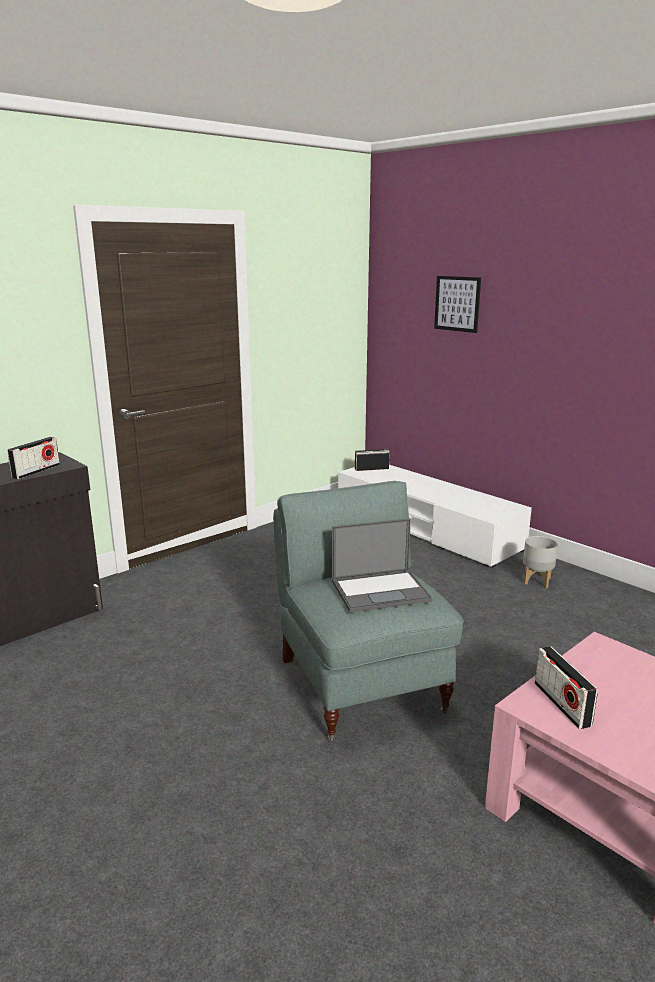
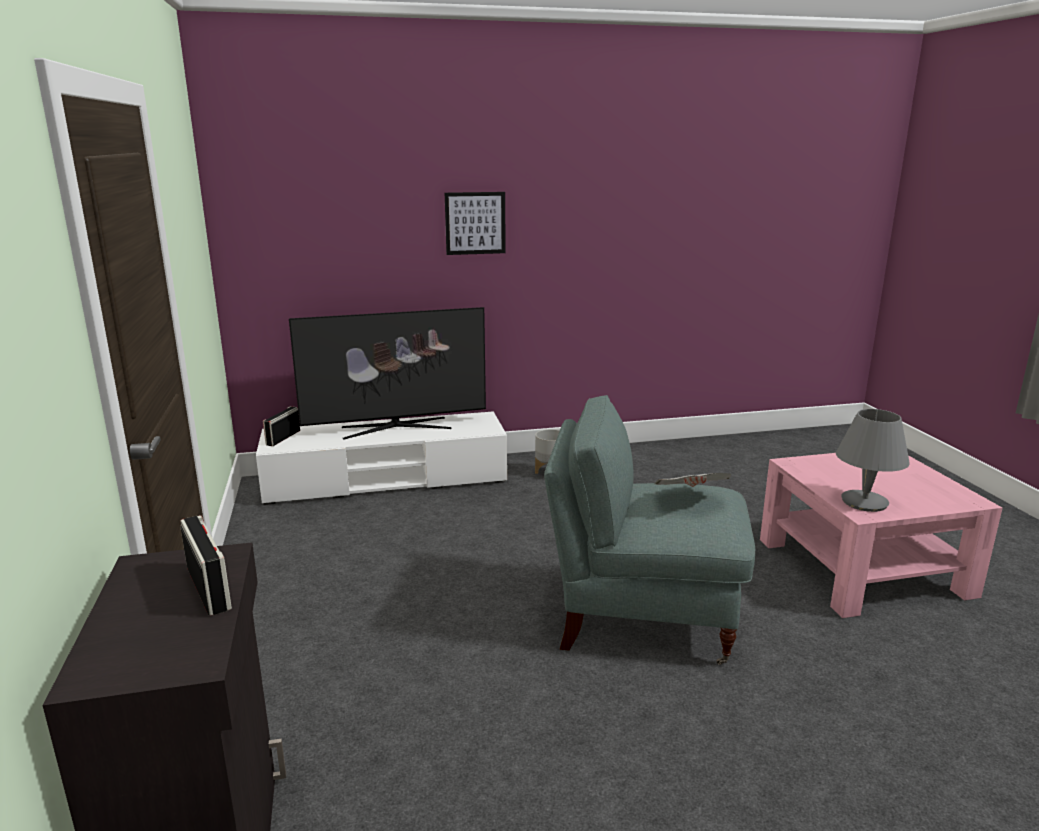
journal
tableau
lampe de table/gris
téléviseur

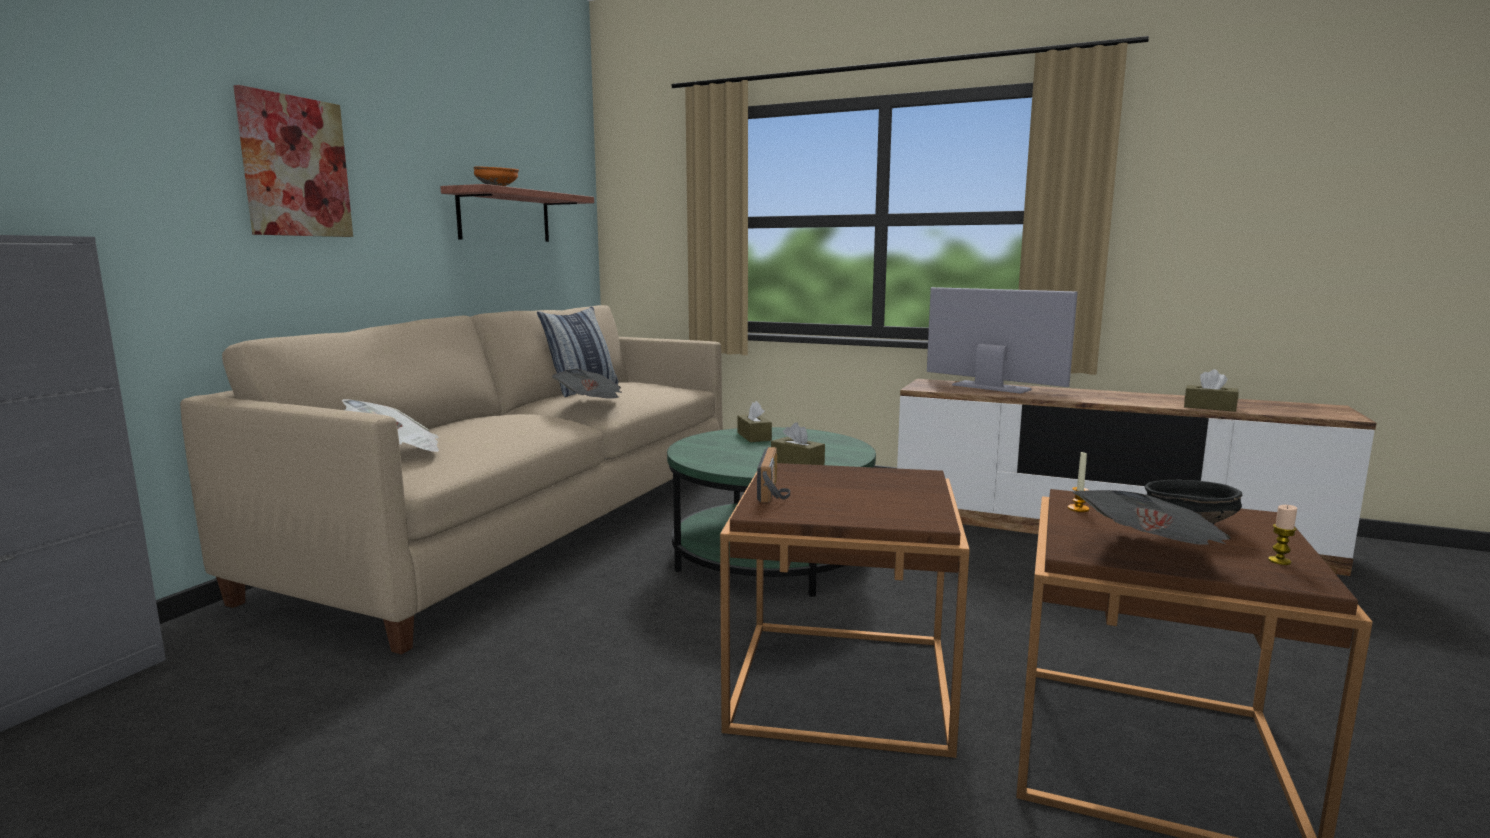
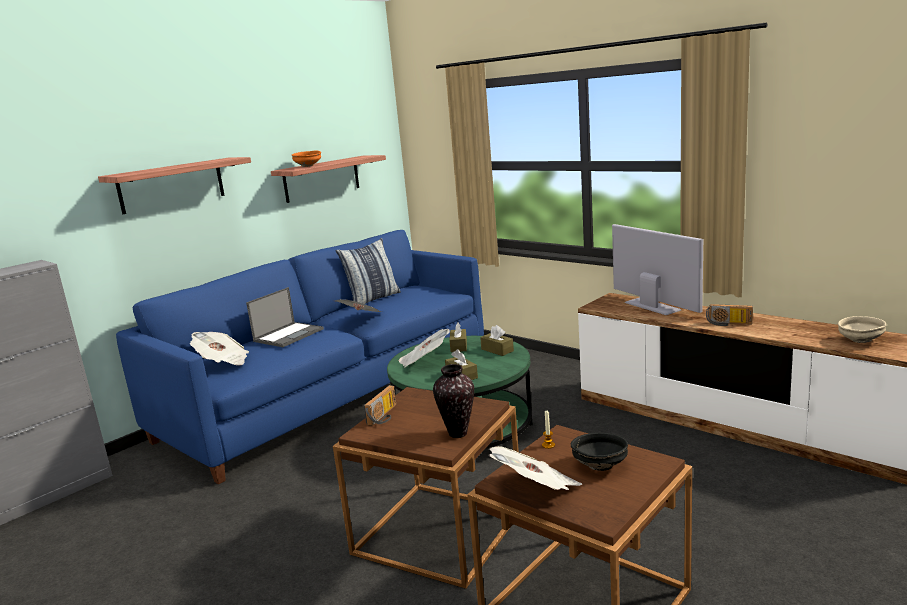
canapé/bleu
étagère (1st from left)
boîte à mouchoirs/marron (3rd from left)
bougie (2nd from left in the first image)
ordinateur portable
journal (3rd from left)
vase
radio (2nd from left)
bol/beige

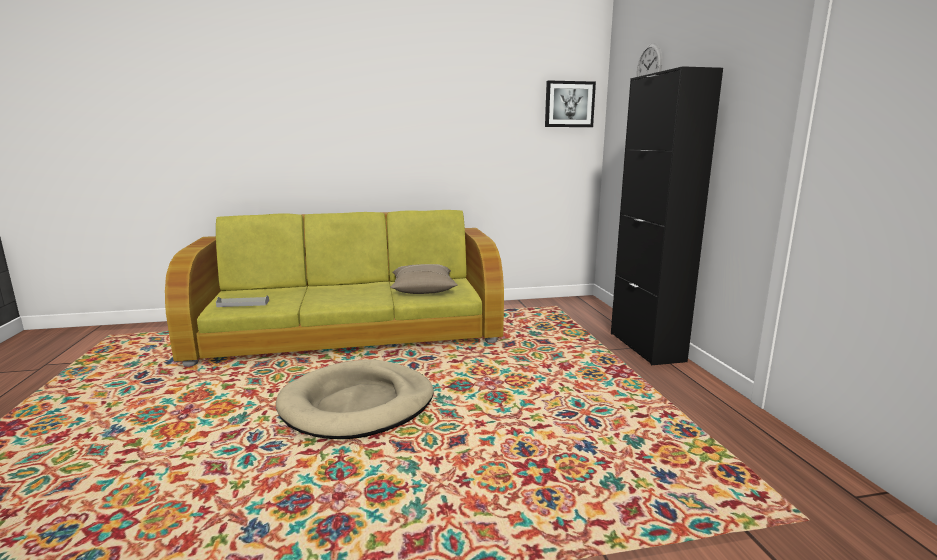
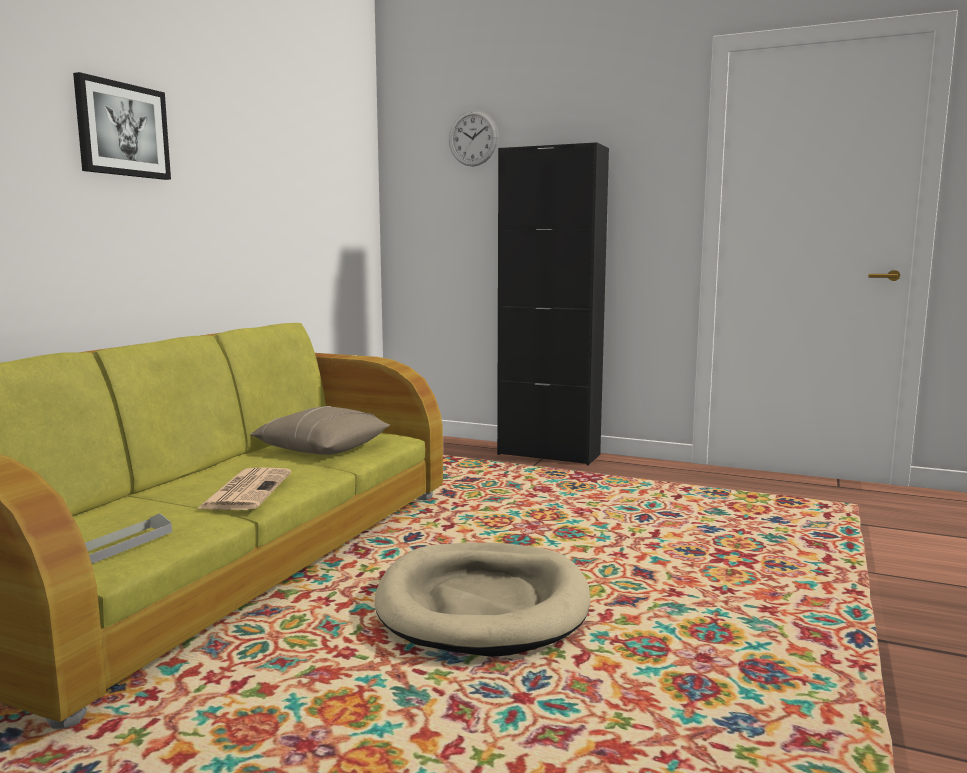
tableau
journal

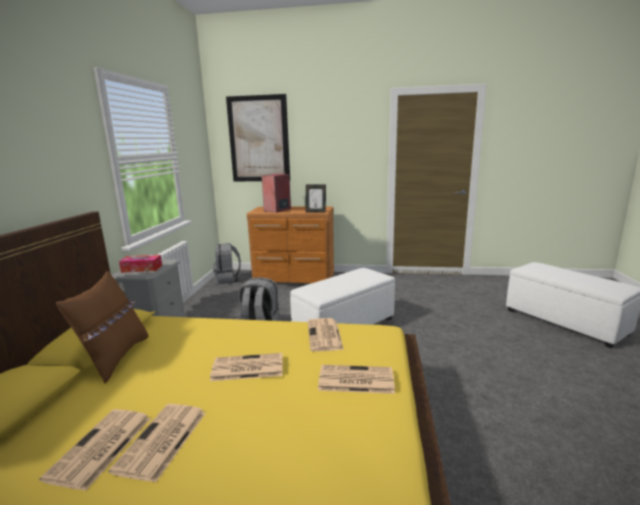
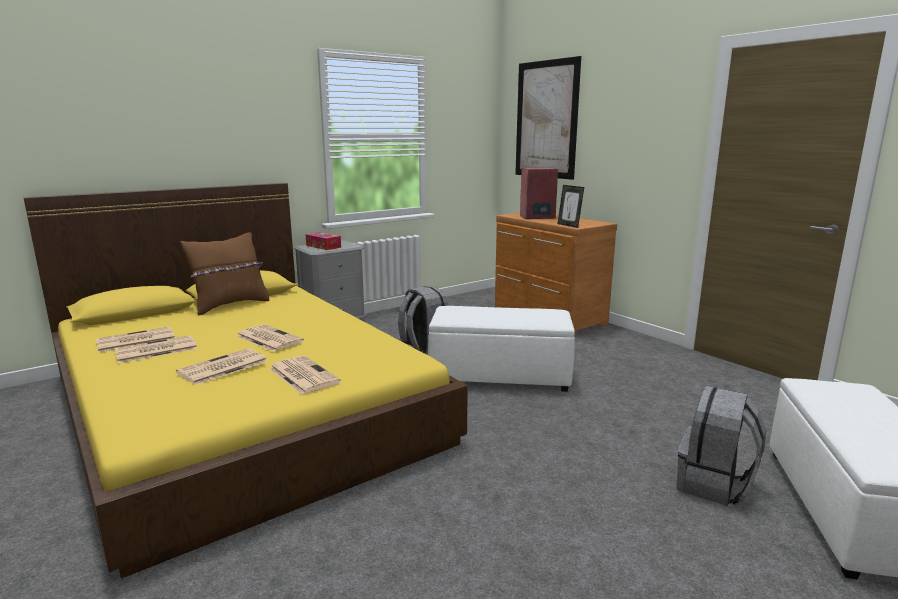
sac à dos/gris (2nd from left)
journal (3rd from left)

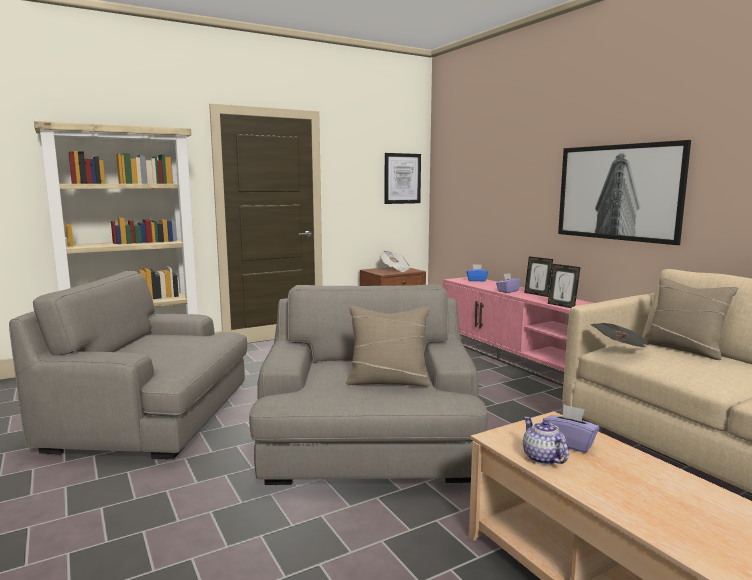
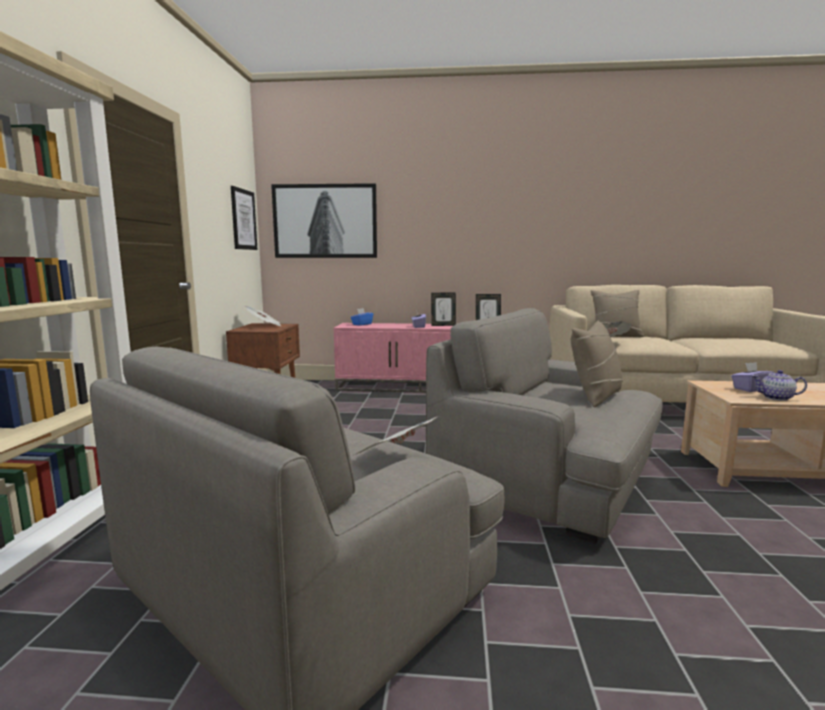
tableau (2nd from left)
journal (2nd from left)

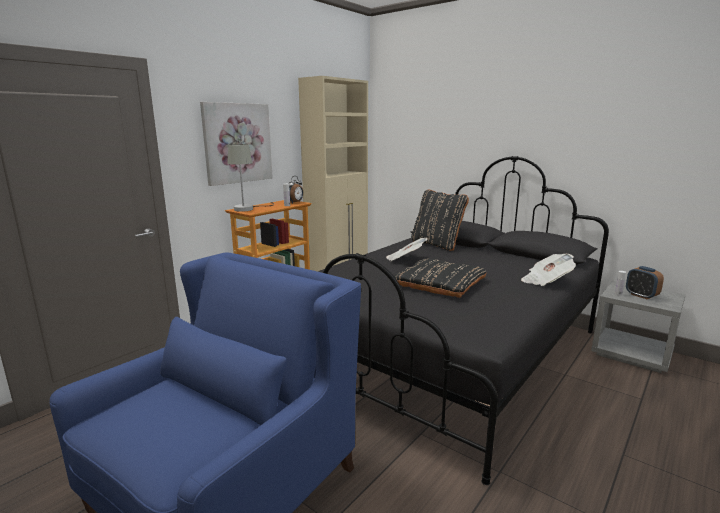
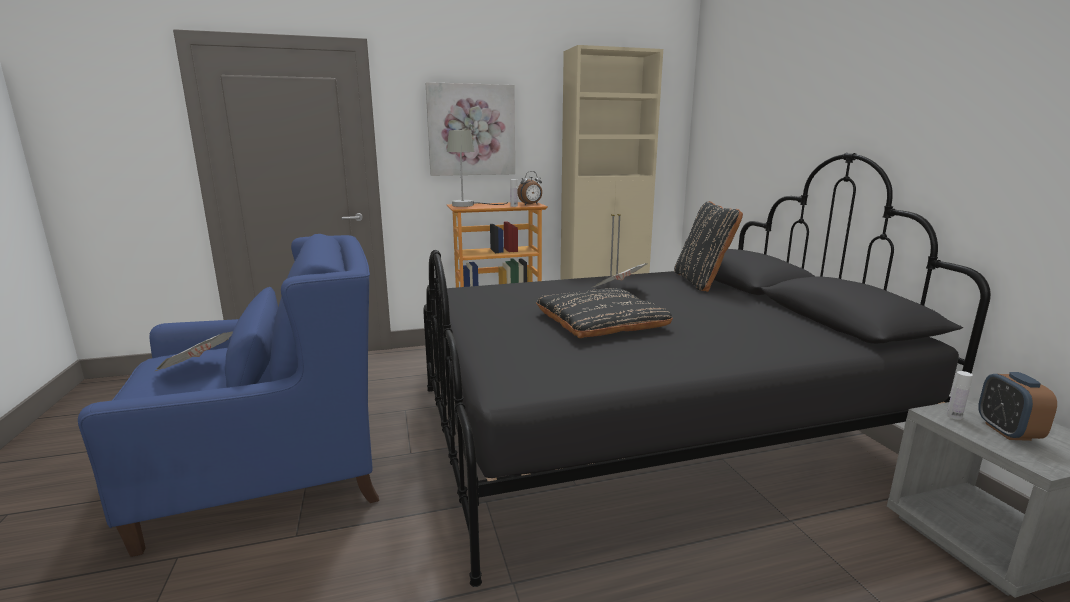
journal (1st from left)

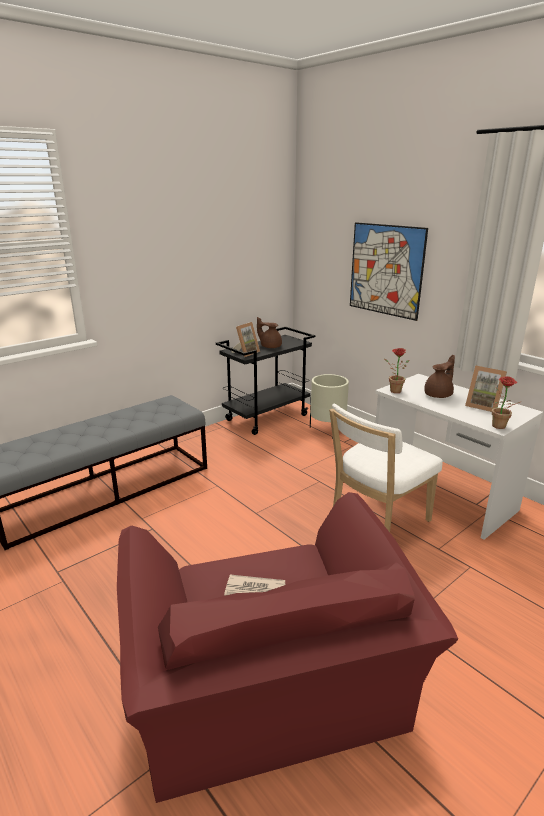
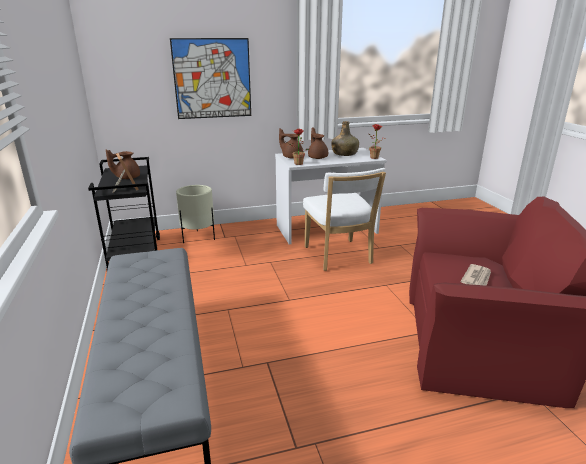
bouteille/vert
théière/marron (2nd from left)

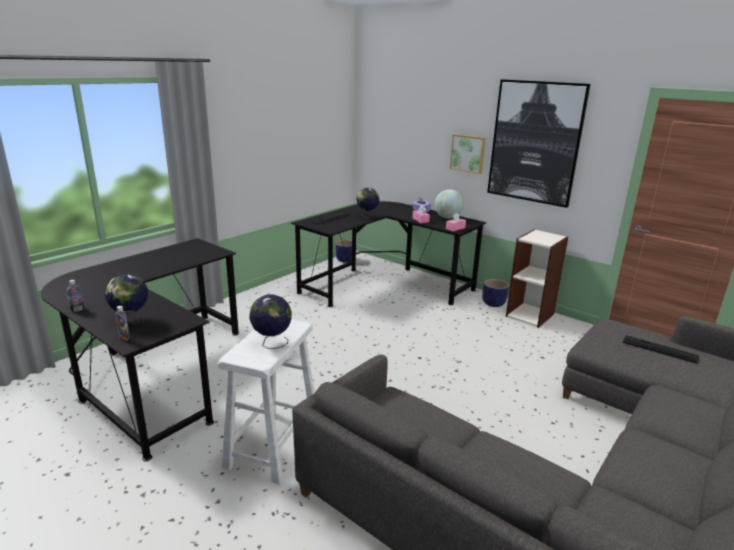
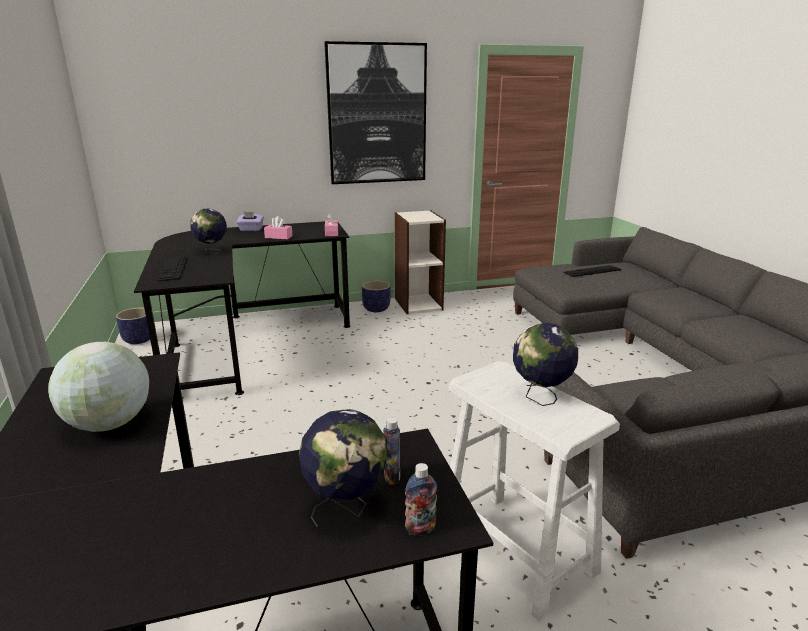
bouteille (1st from left)
globe (1st from left)
tableau (1st from left in the first image)

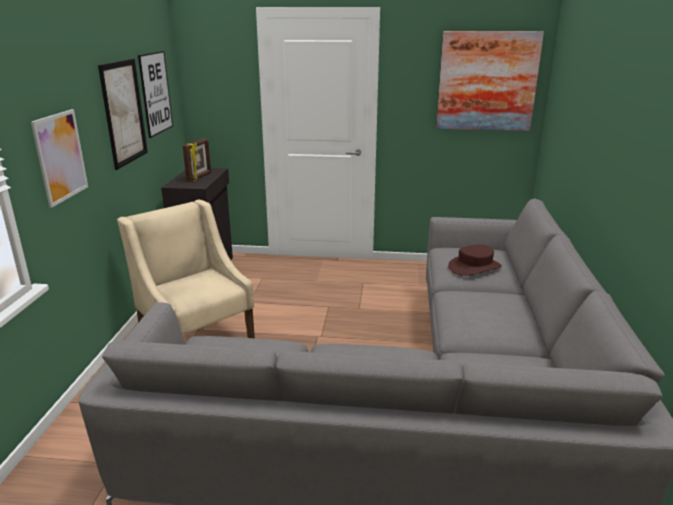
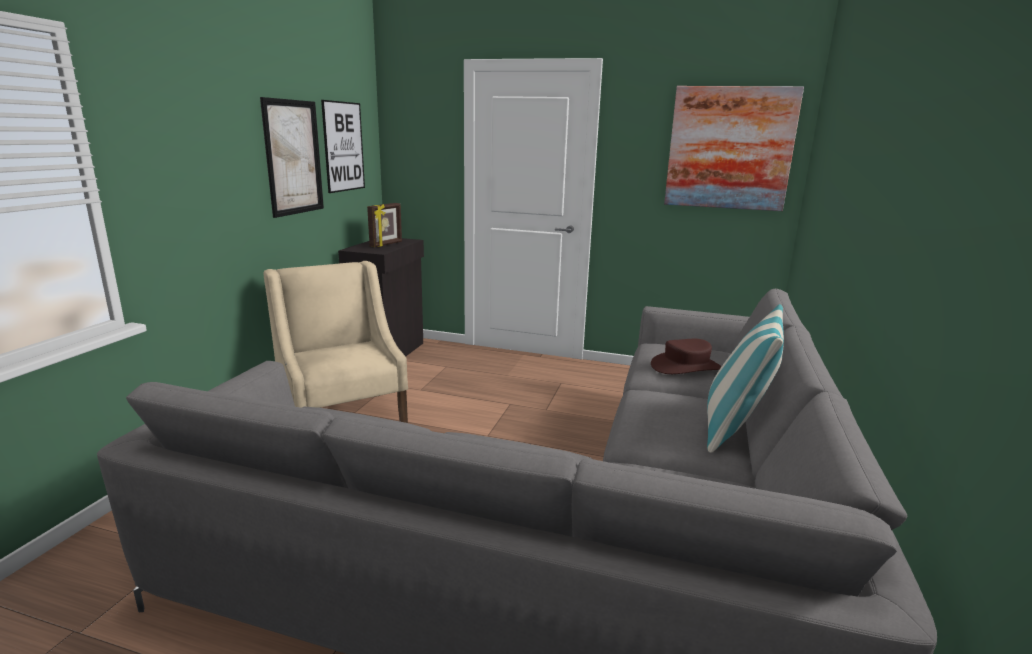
tableau (1st from left in the first image)
coussin

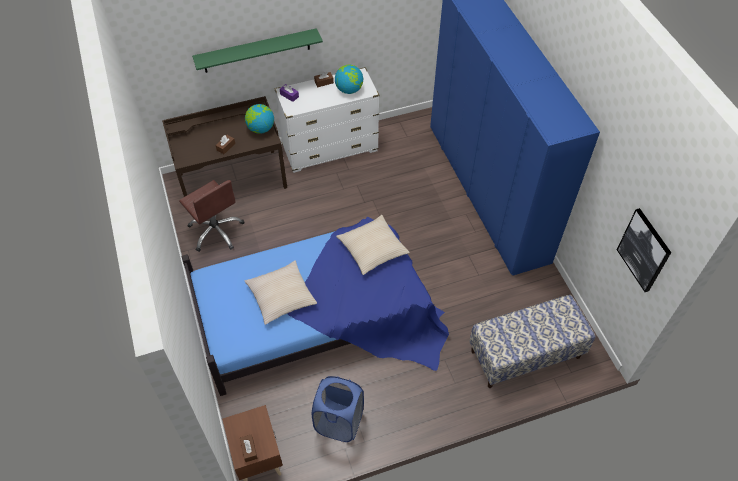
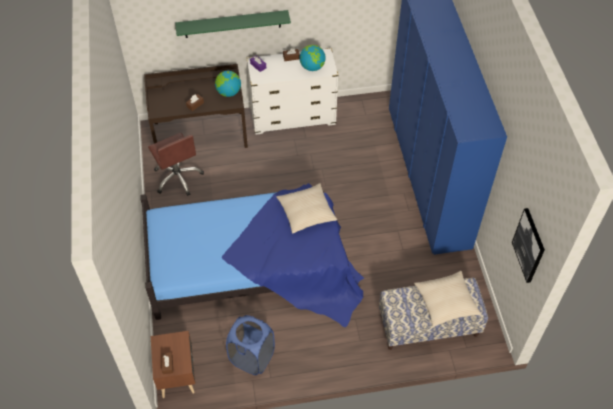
coussin/beige (2nd from left)

